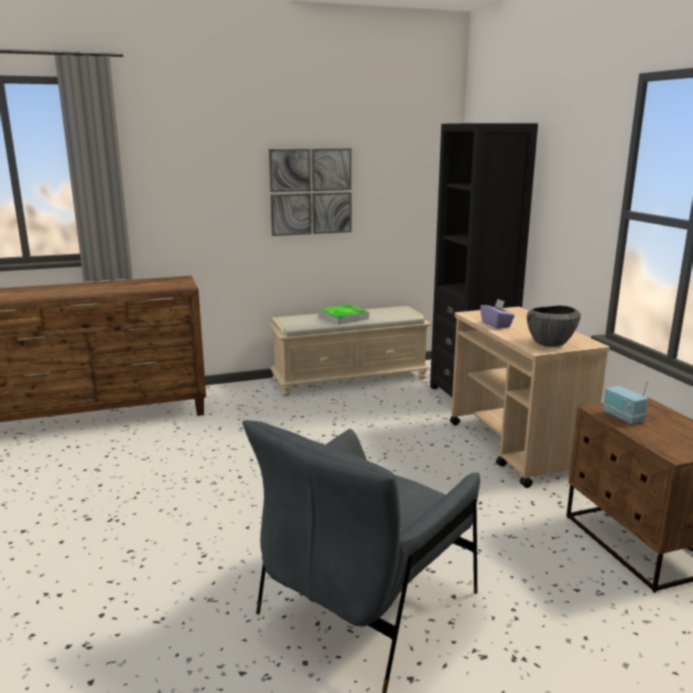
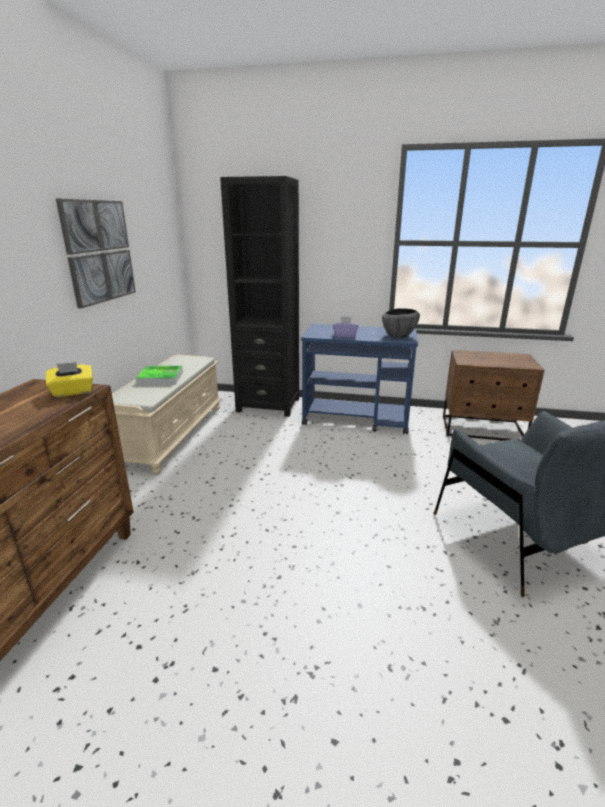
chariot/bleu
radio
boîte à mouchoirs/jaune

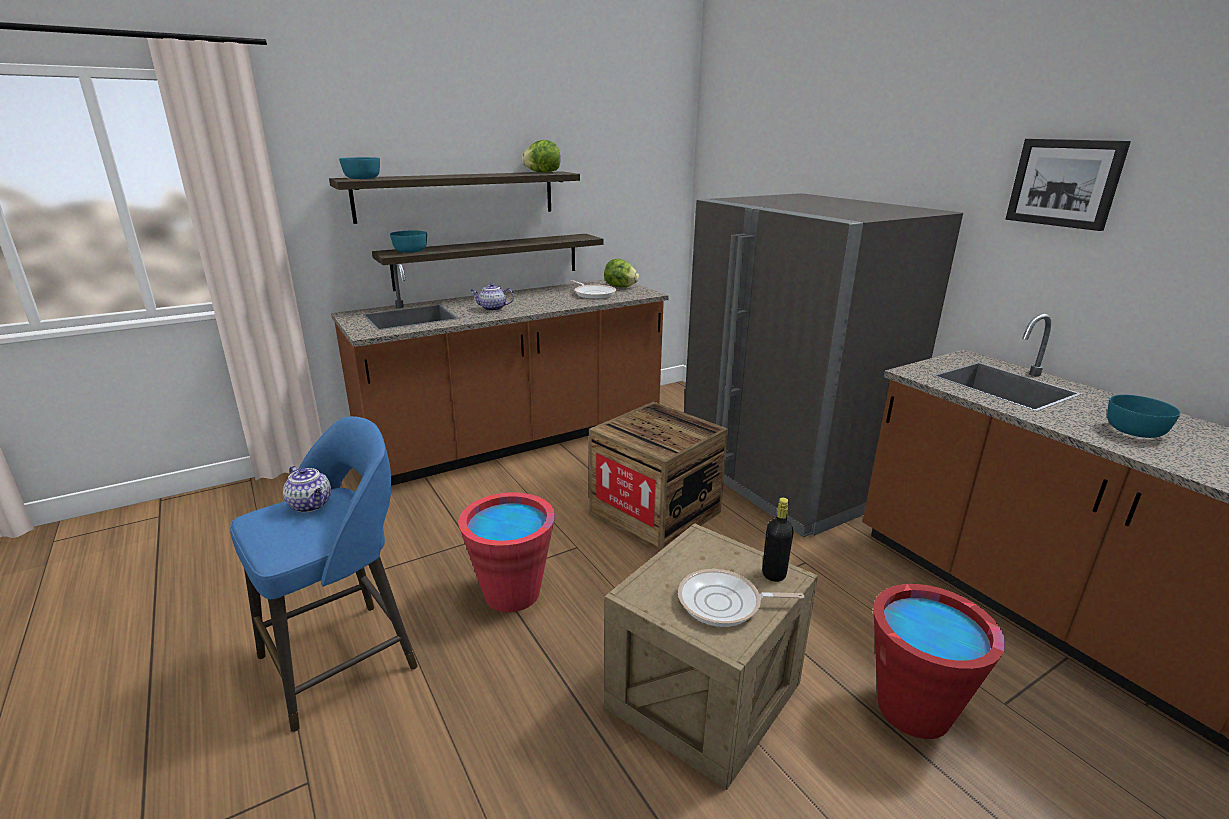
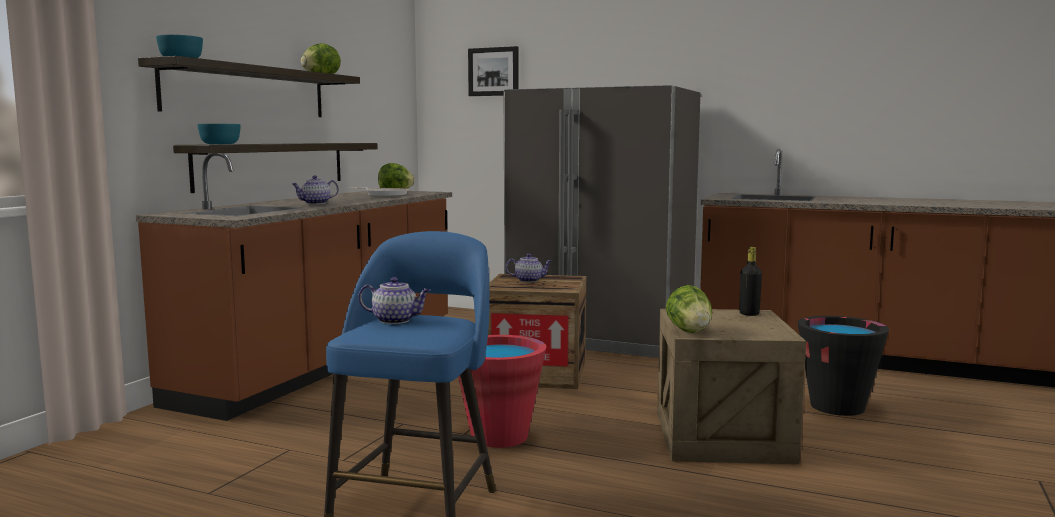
poêle (2nd from left in the first image)
seau/noir
tableau
bol/turquoise (3rd from left in the first image)
théière (3rd from left)
laitue (3rd from left)

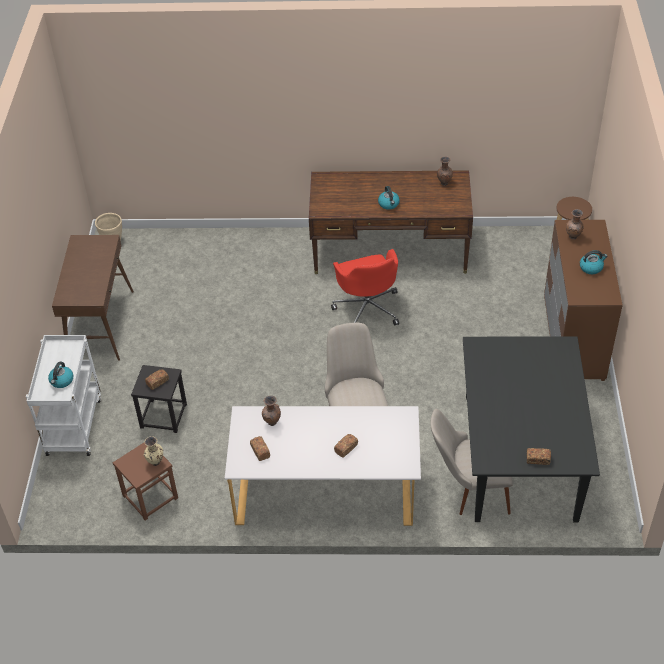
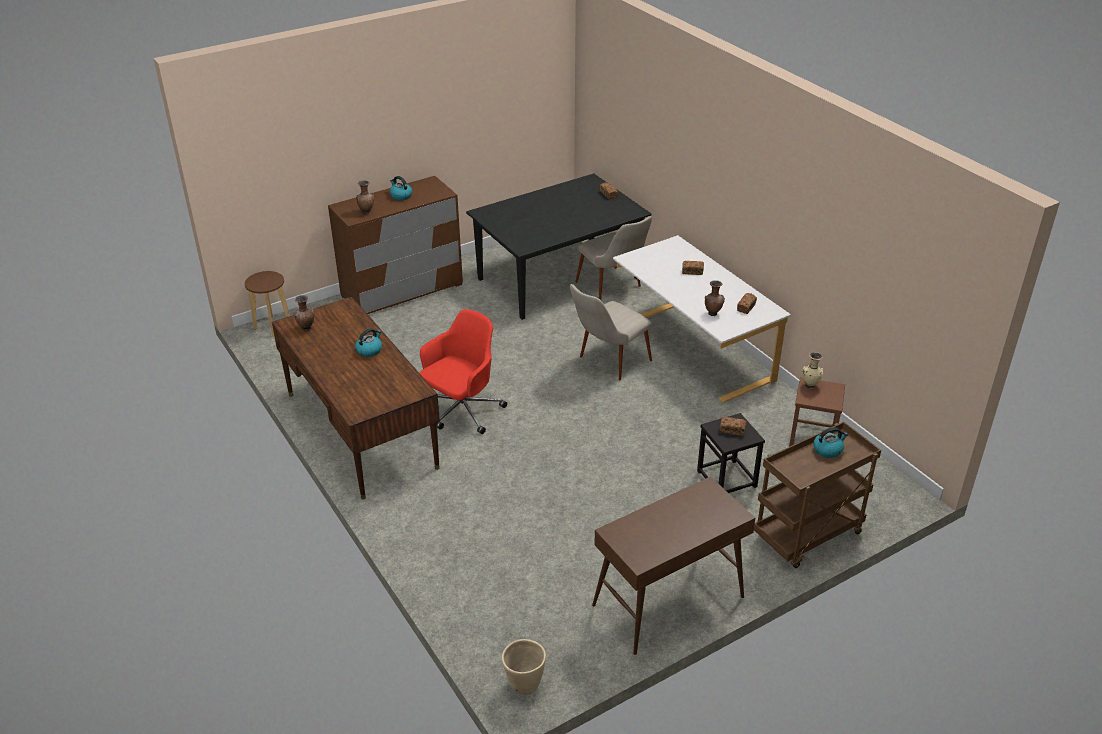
chariot/marron

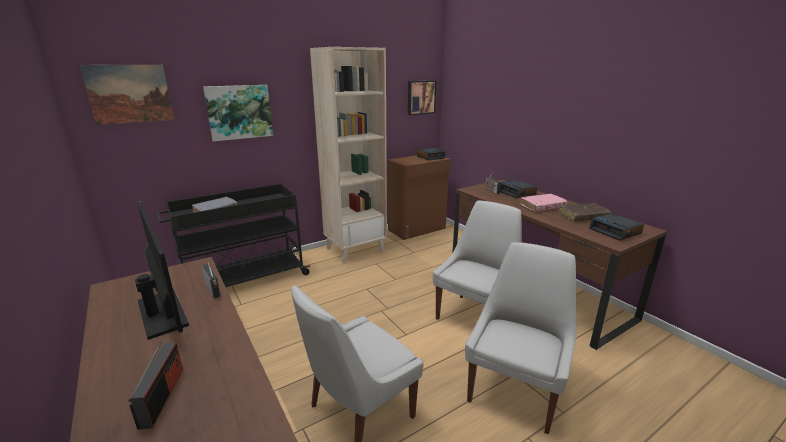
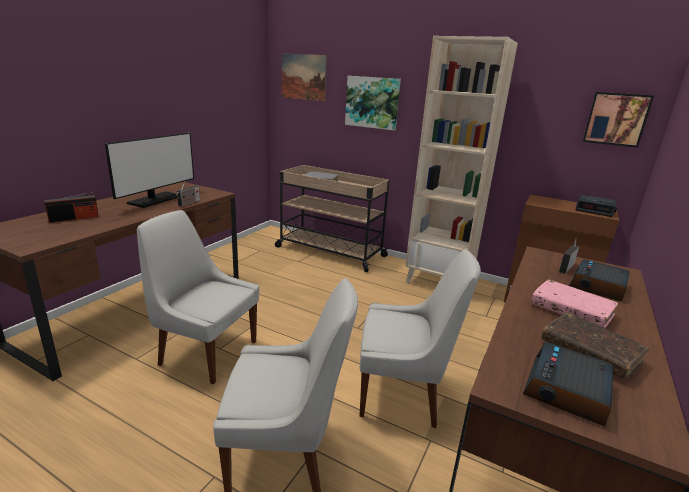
chariot/beige

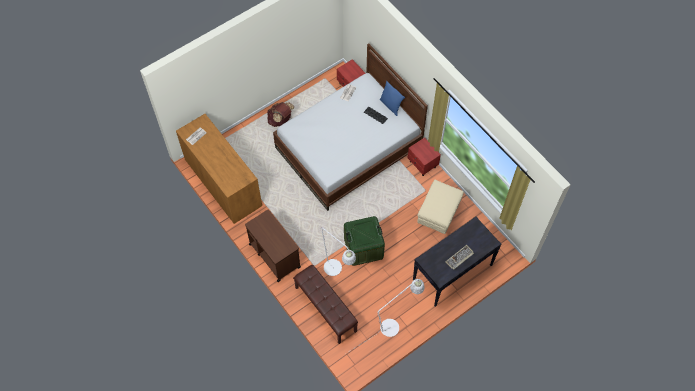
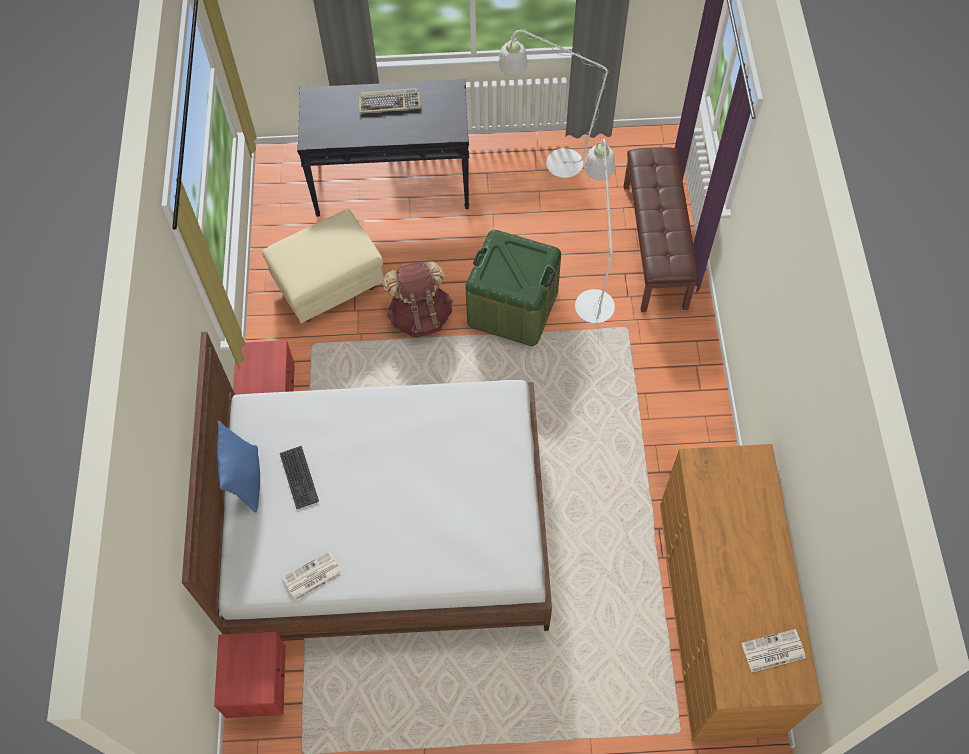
chariot/marron
sac à dos/marron

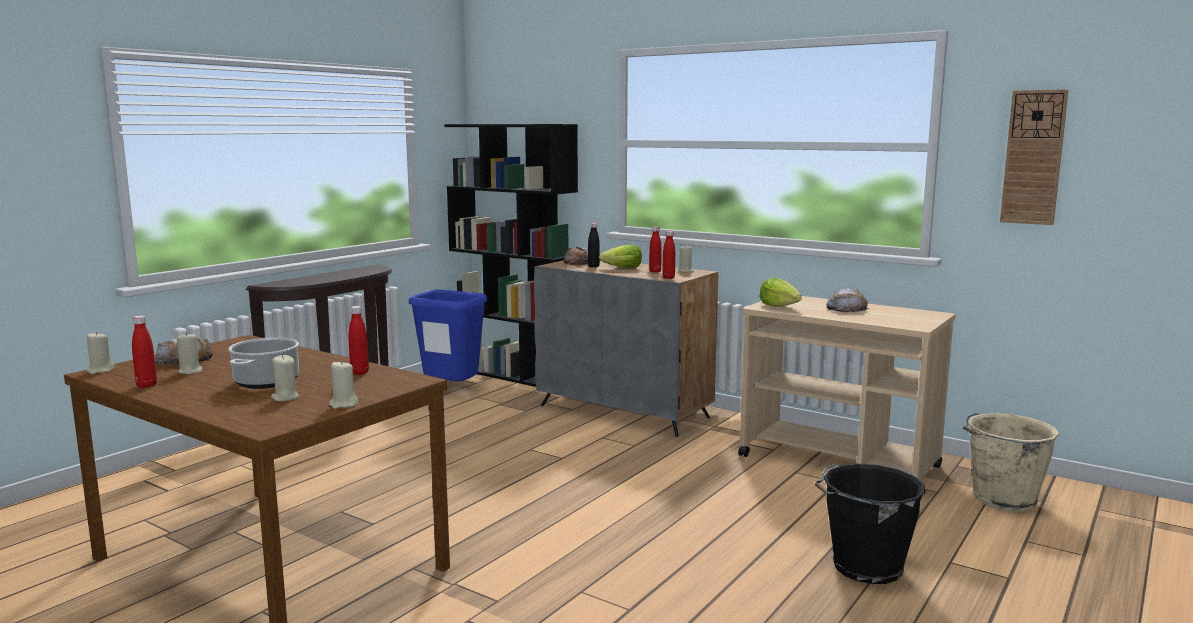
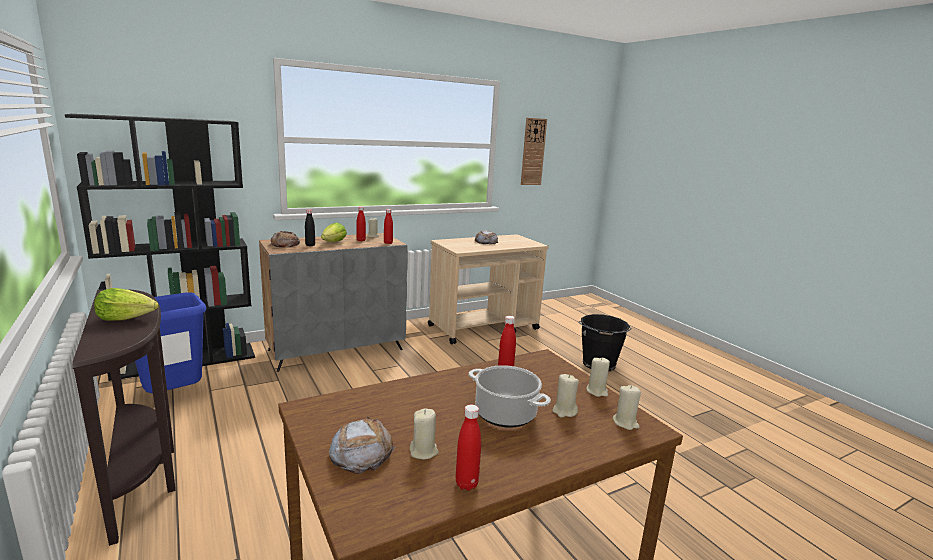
bougie/beige (5th from left)
laitue (1st from left)
seau/beige

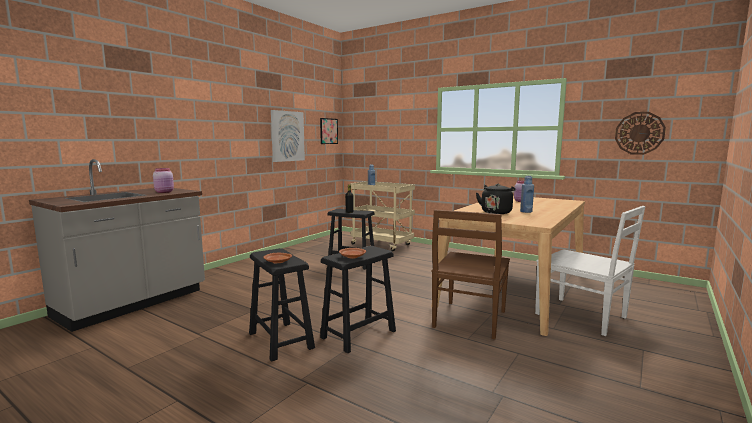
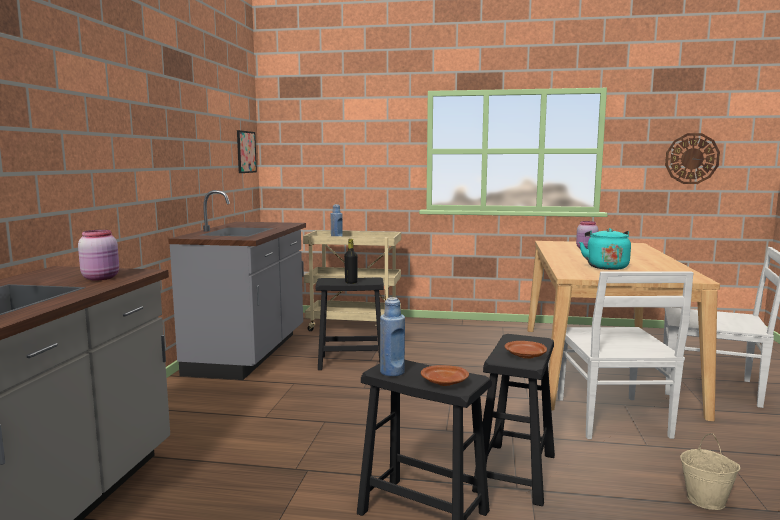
tableau (1st from left in the first image)
chaise/blanc (1st from left)
bouilloire/turquoise
bouteille/bleu (2nd from left)
comptoir de cuisine/gris (2nd from left)
seau/beige

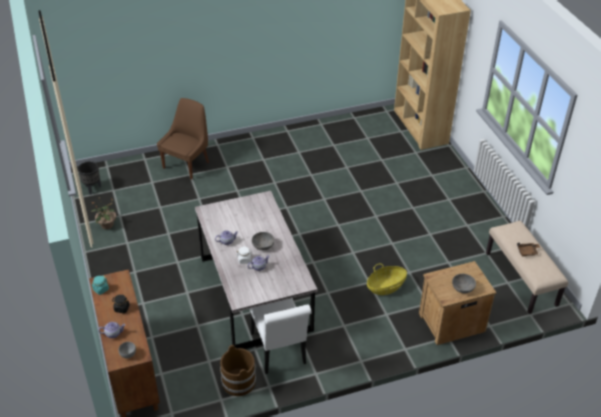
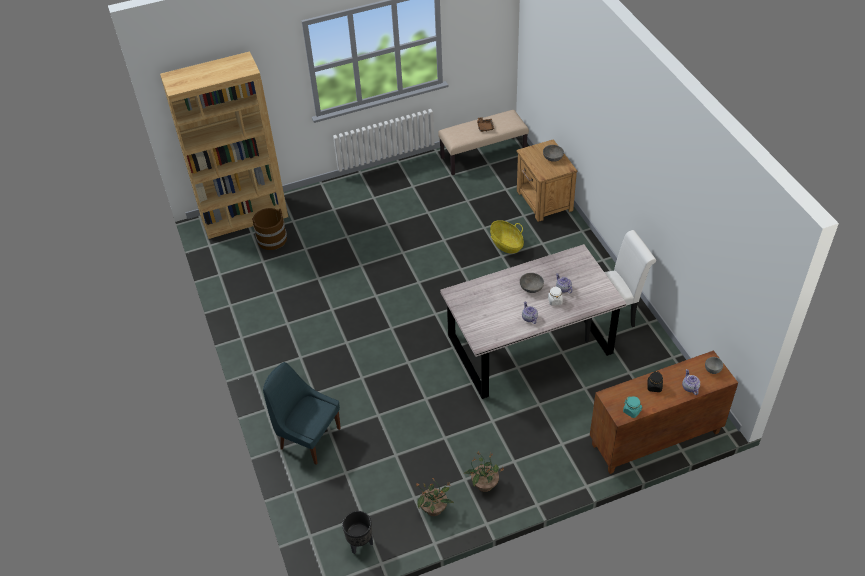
chaise/bleu
seau/marron
plante en pot (2nd from left)

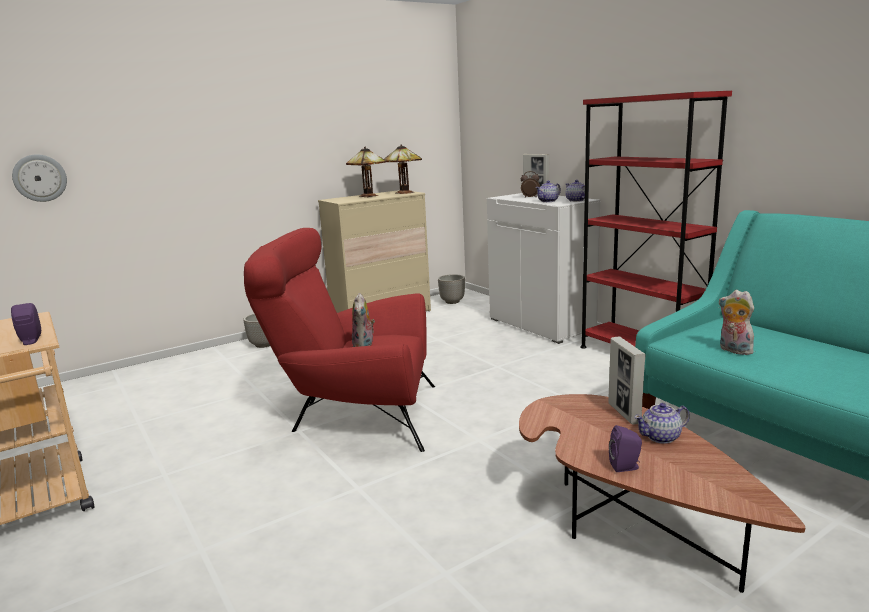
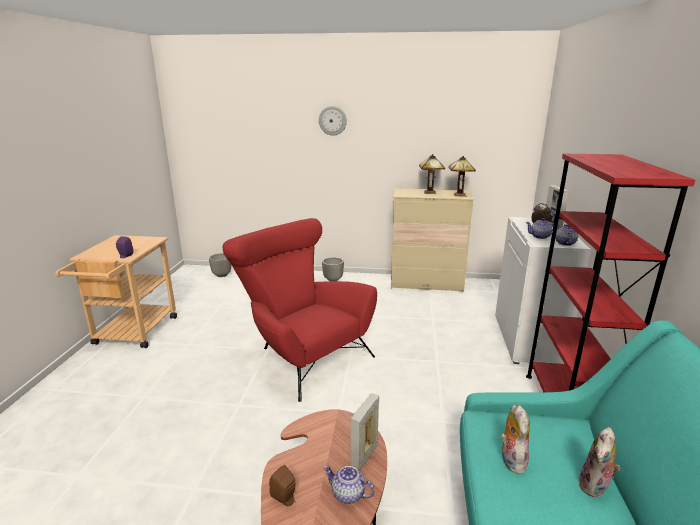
horloge murale
peluche (2nd from left)
cache-pot (1st from left)
enceinte/marron

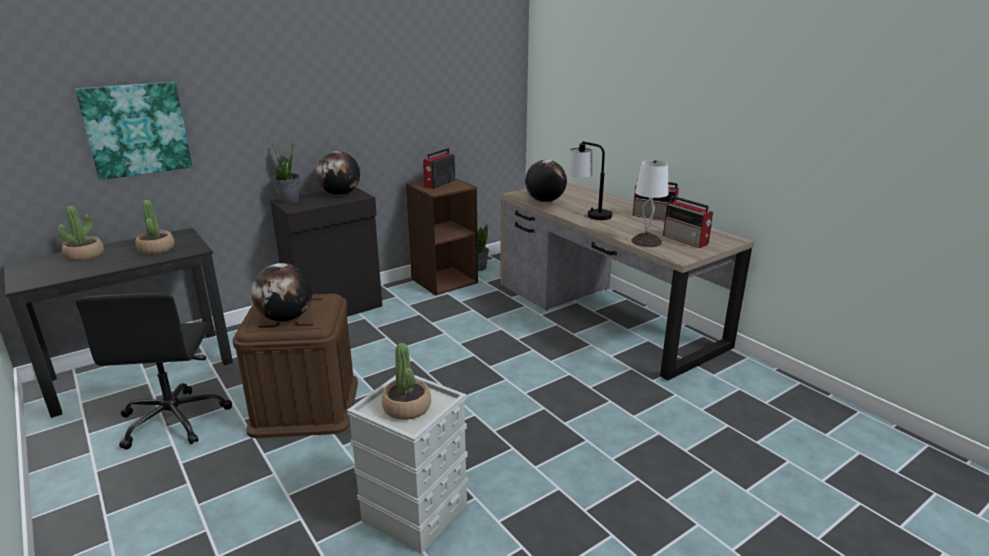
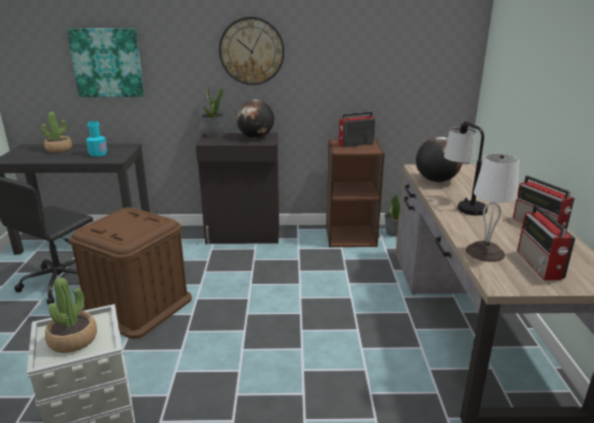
bouteille/turquoise
globe (1st from left in the first image)
horloge murale

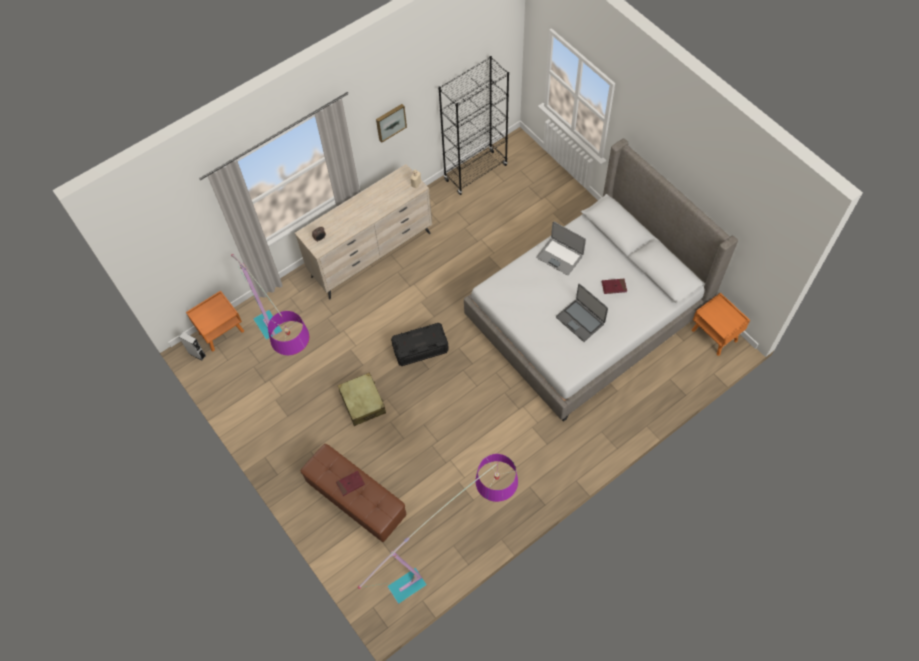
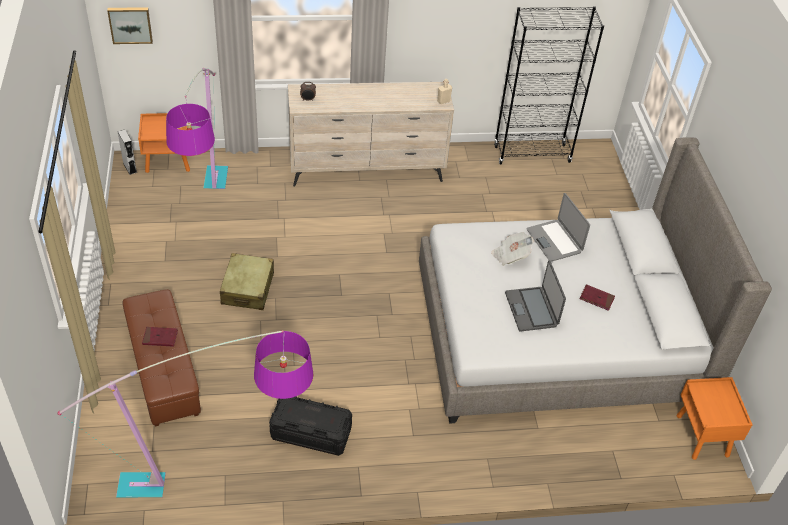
tableau
boîte de rangement/noir
journal

